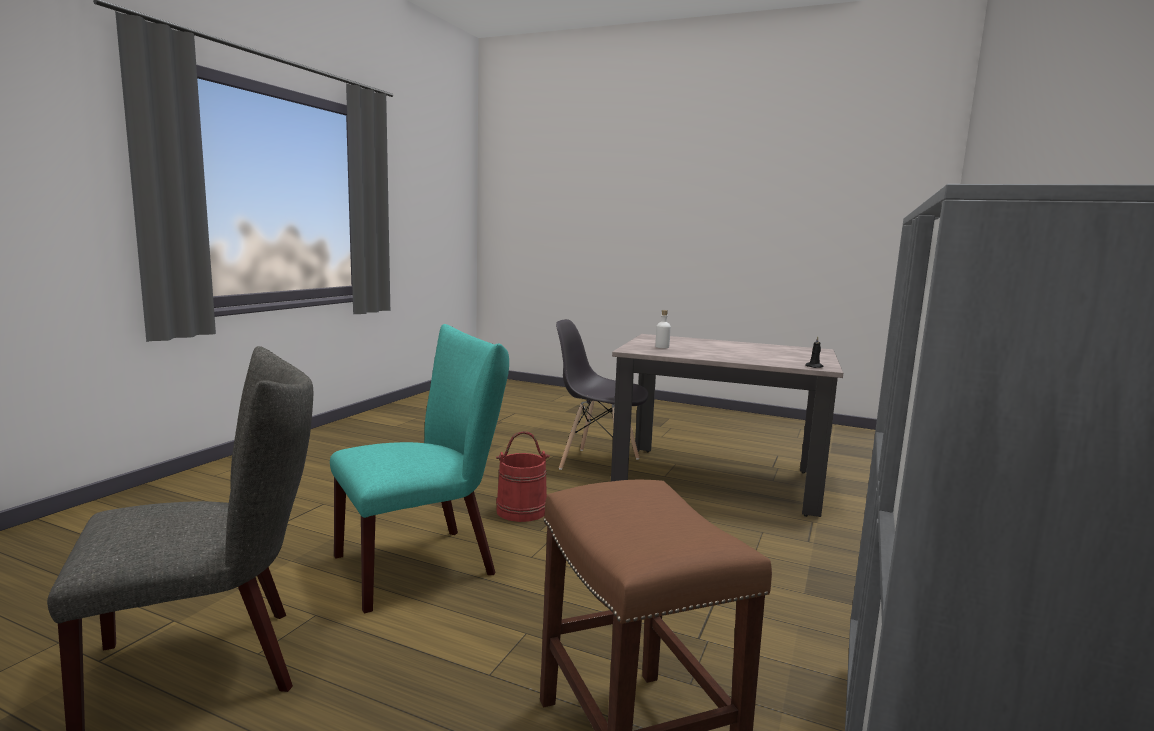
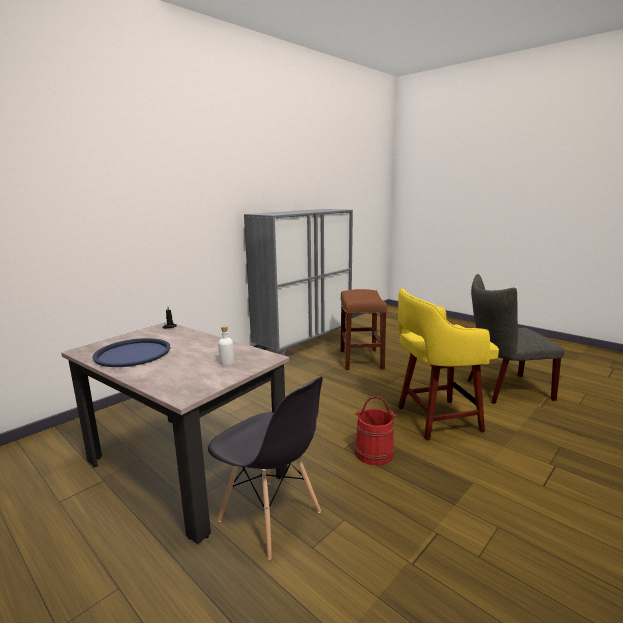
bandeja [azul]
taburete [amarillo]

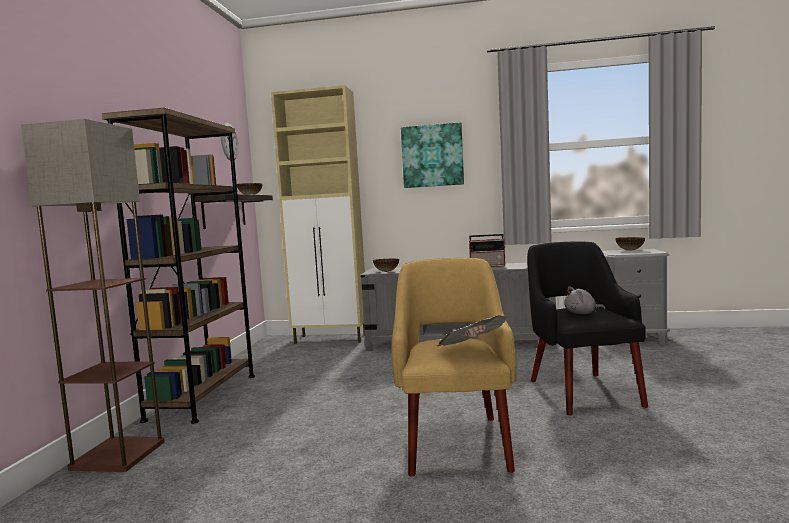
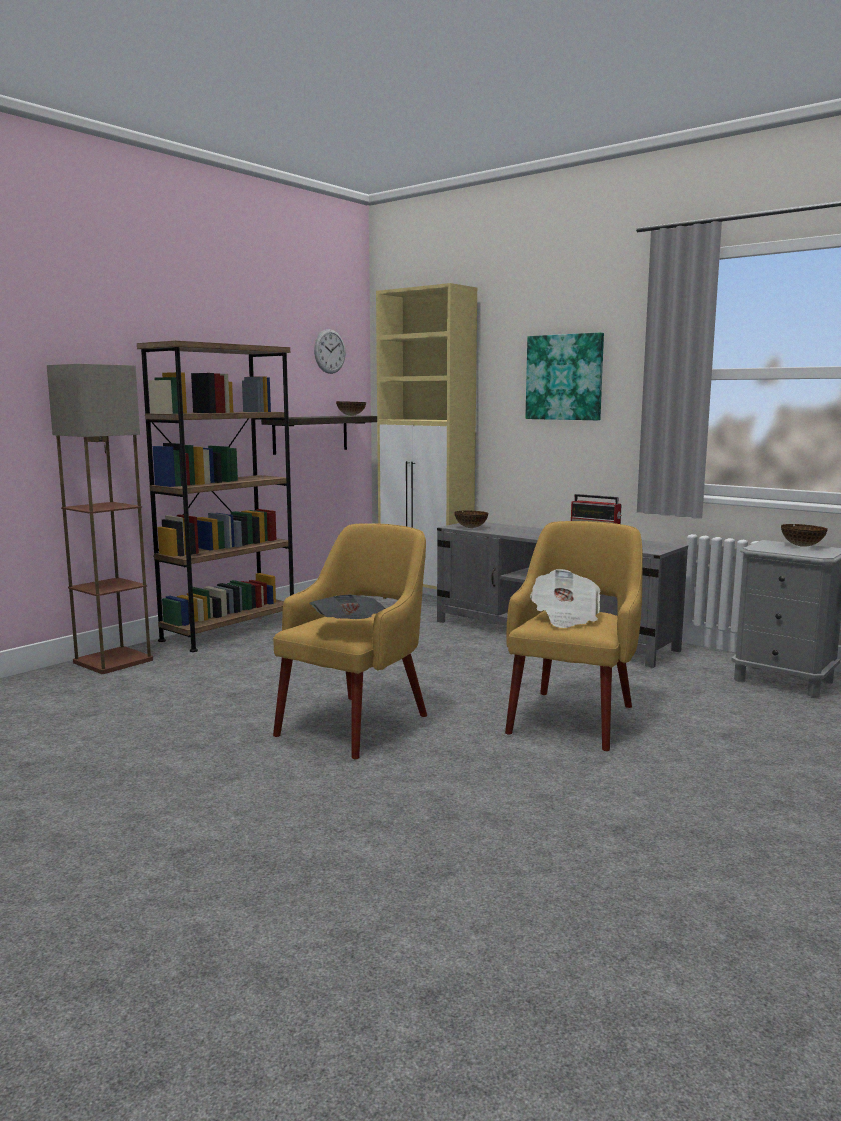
sillón [amarillo] (2nd from left)
periódico (2nd from left)

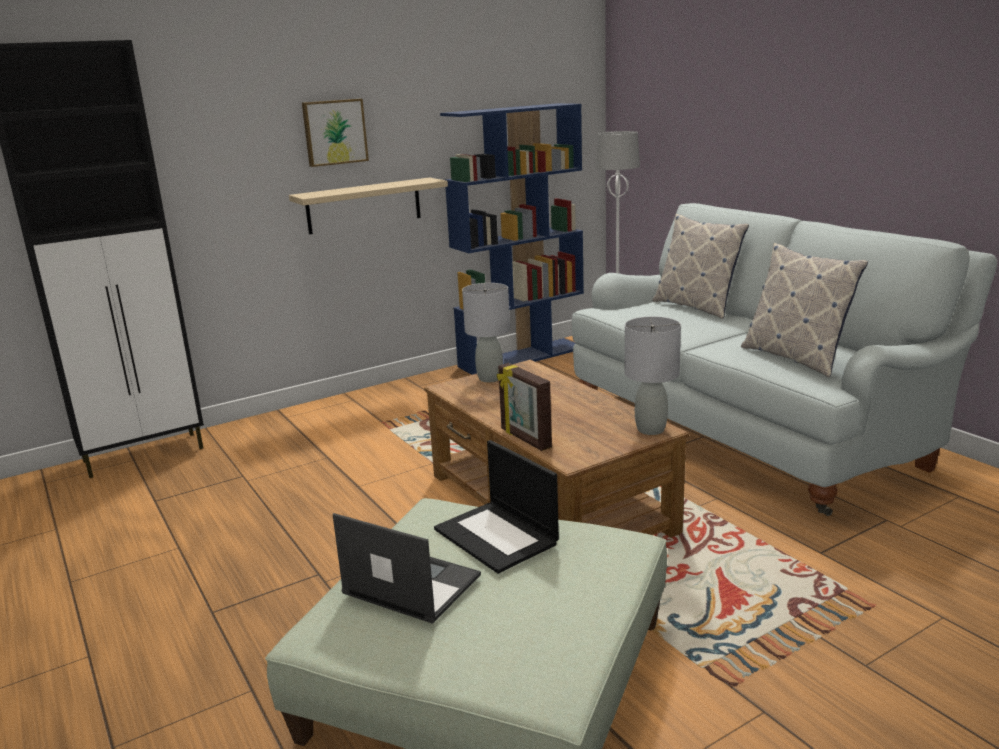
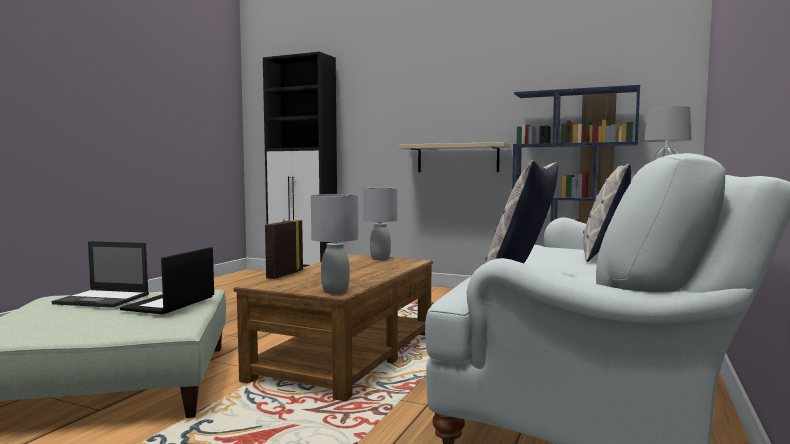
portátil (1st from left)
cuadro

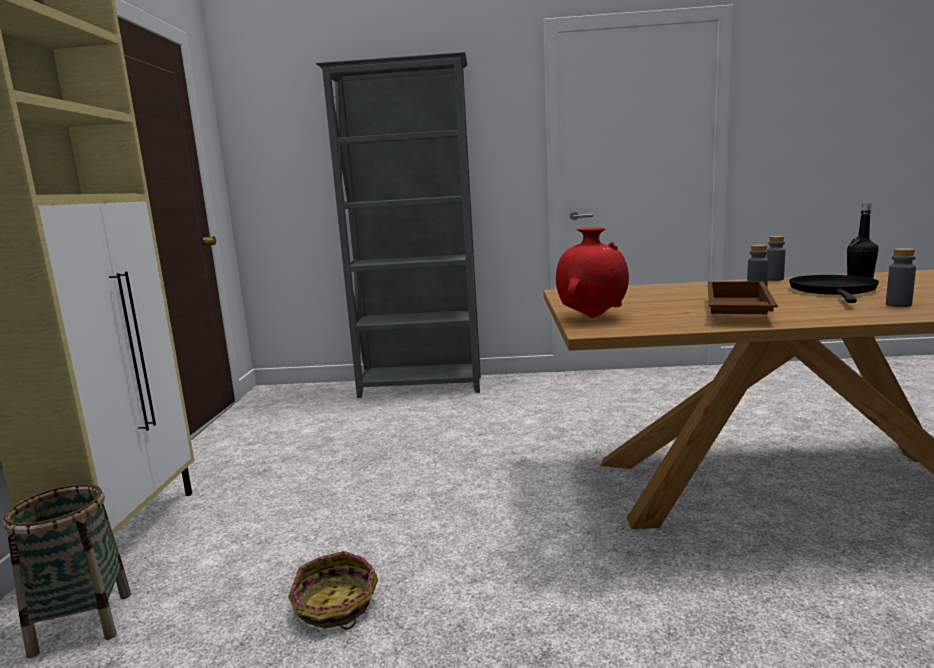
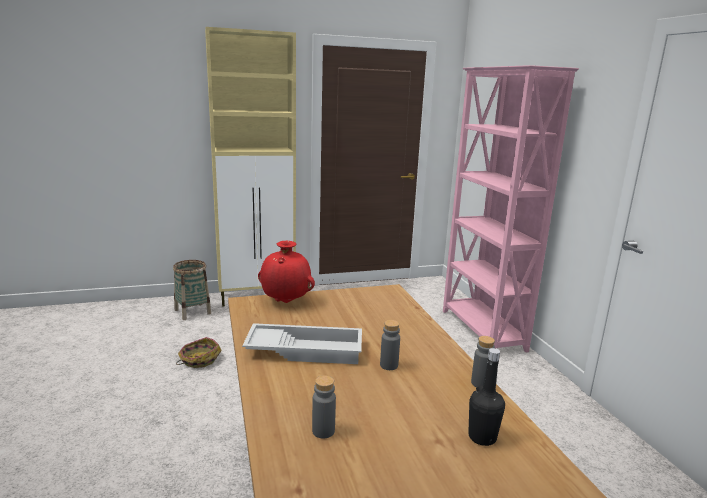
bandeja [blanco]
estantería [rosa]
sartén [negro]

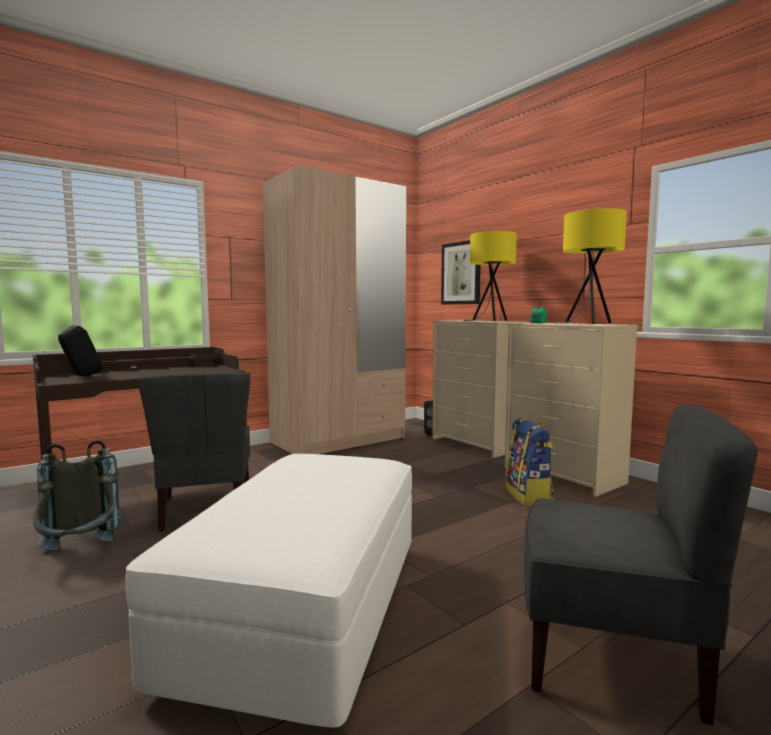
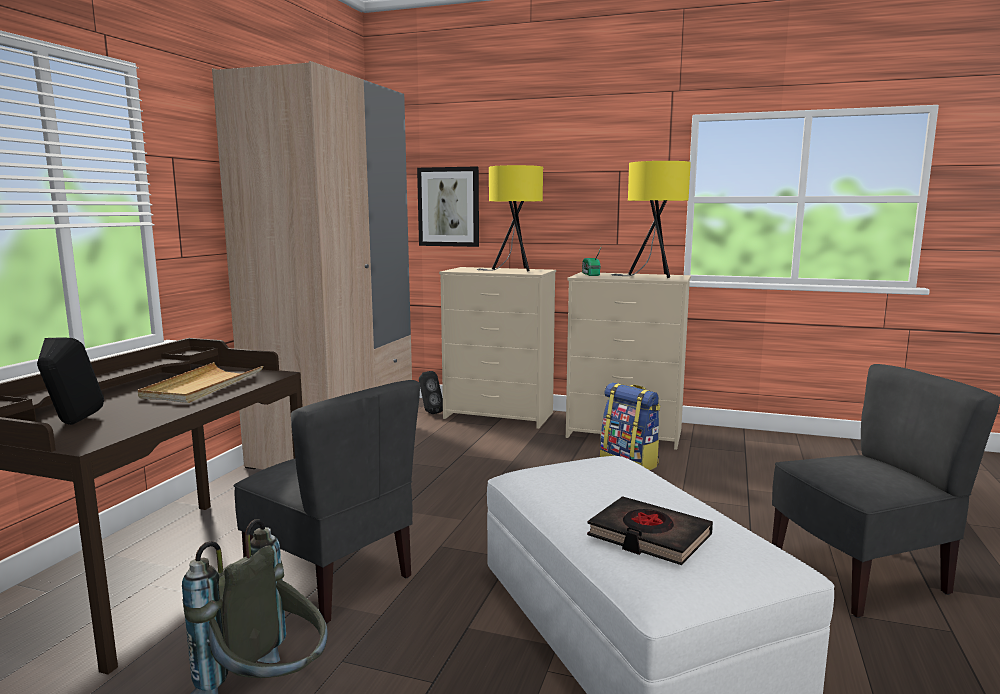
bandeja [beis]
libro [negro]

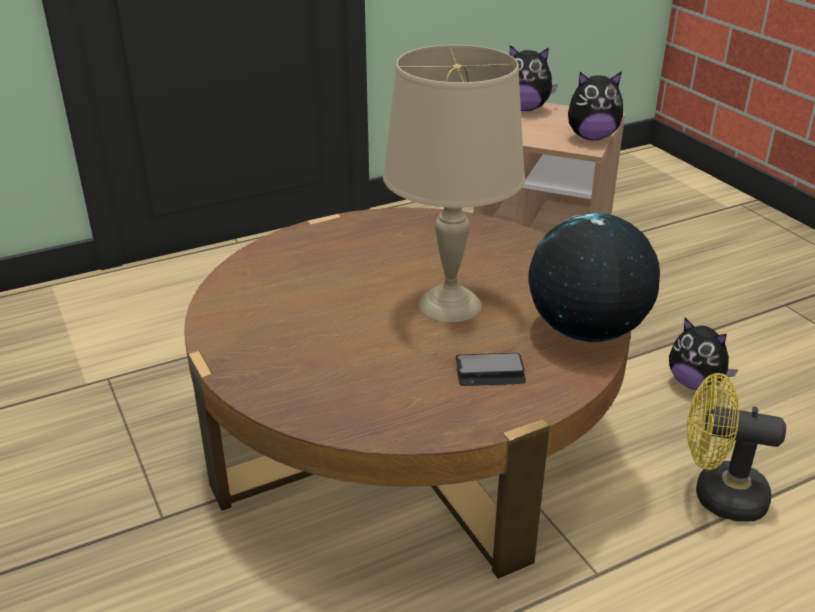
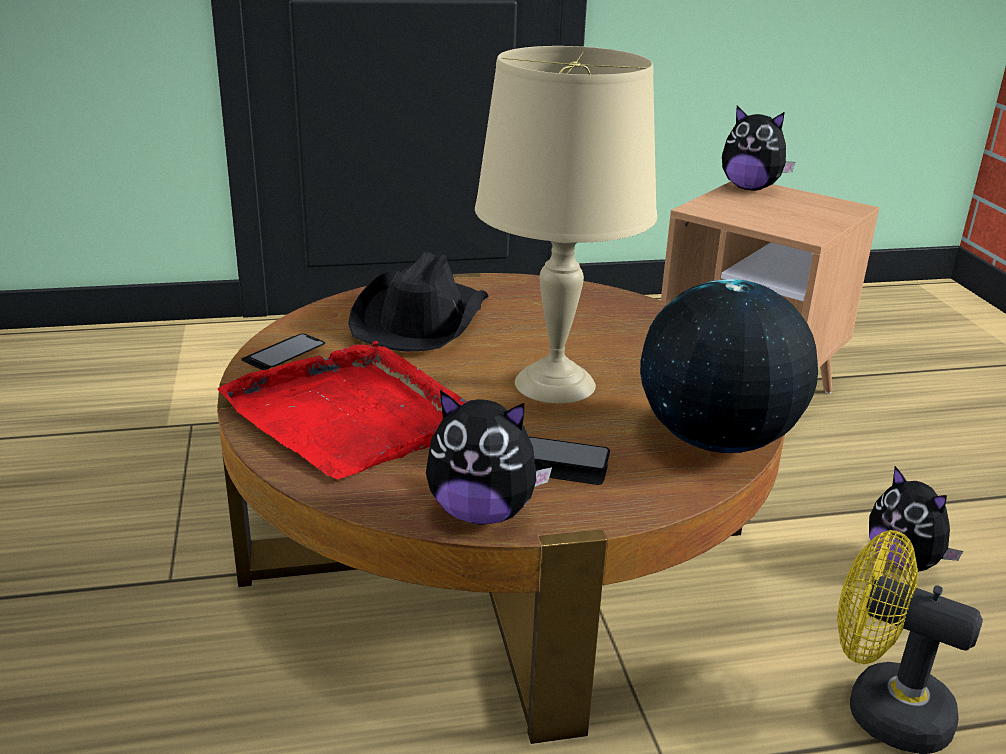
bandeja [rojo]
móvil (1st from left)
sombrero [negro]
peluche (1st from left)

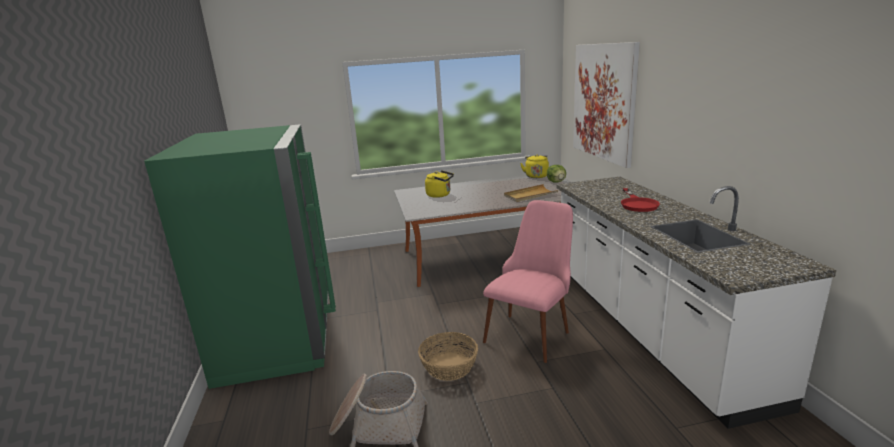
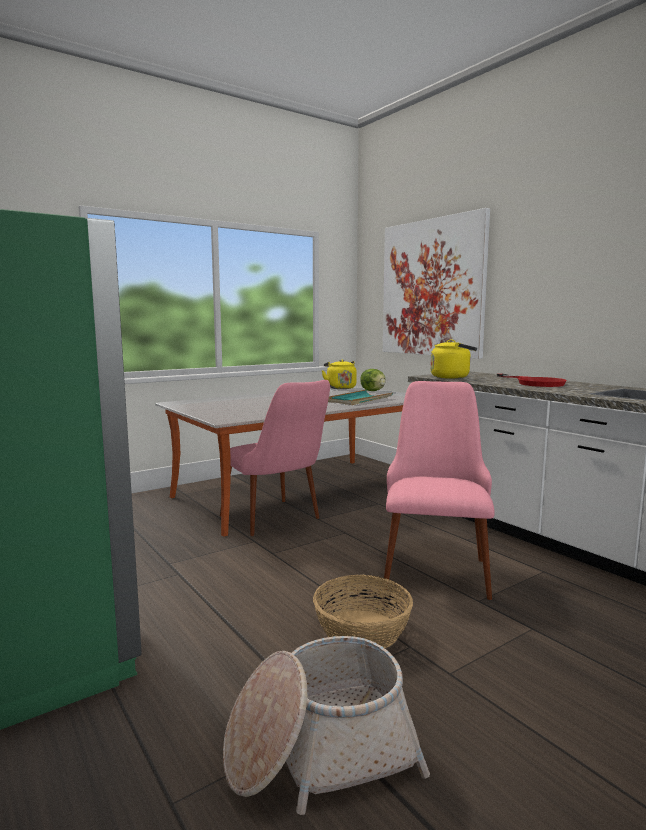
silla [rosa] (1st from left)
bandeja [turquesa]
hervidor [amarillo] (2nd from left)

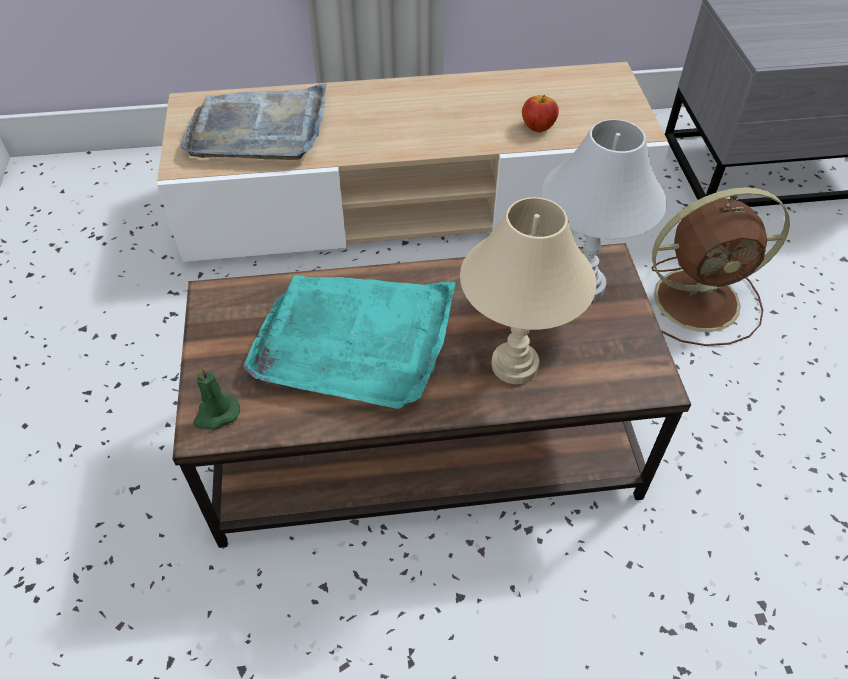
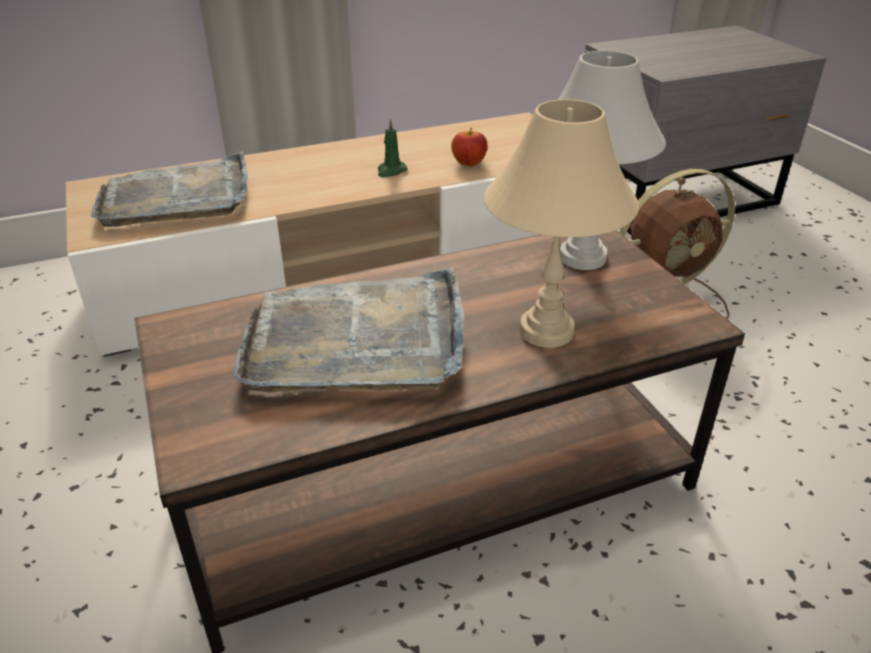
bandeja [gris] (2nd from left)
vela [verde]

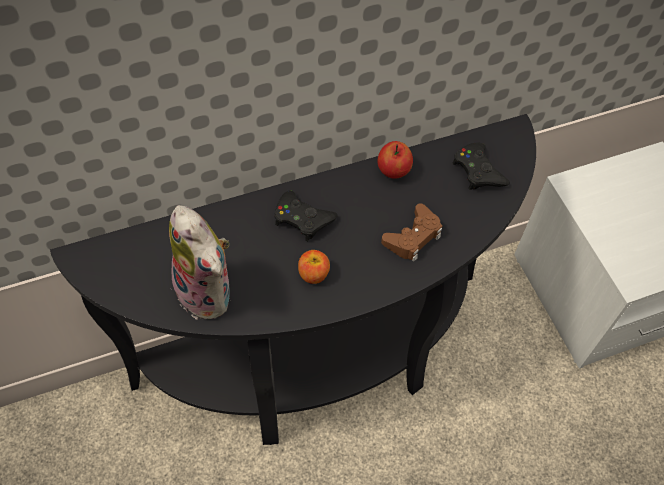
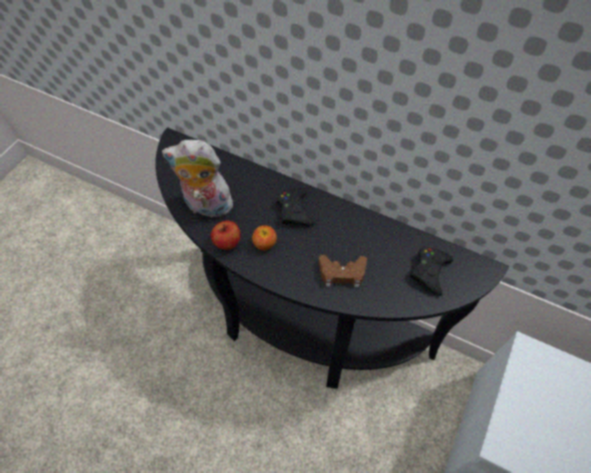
peluche
manzana (1st from left)

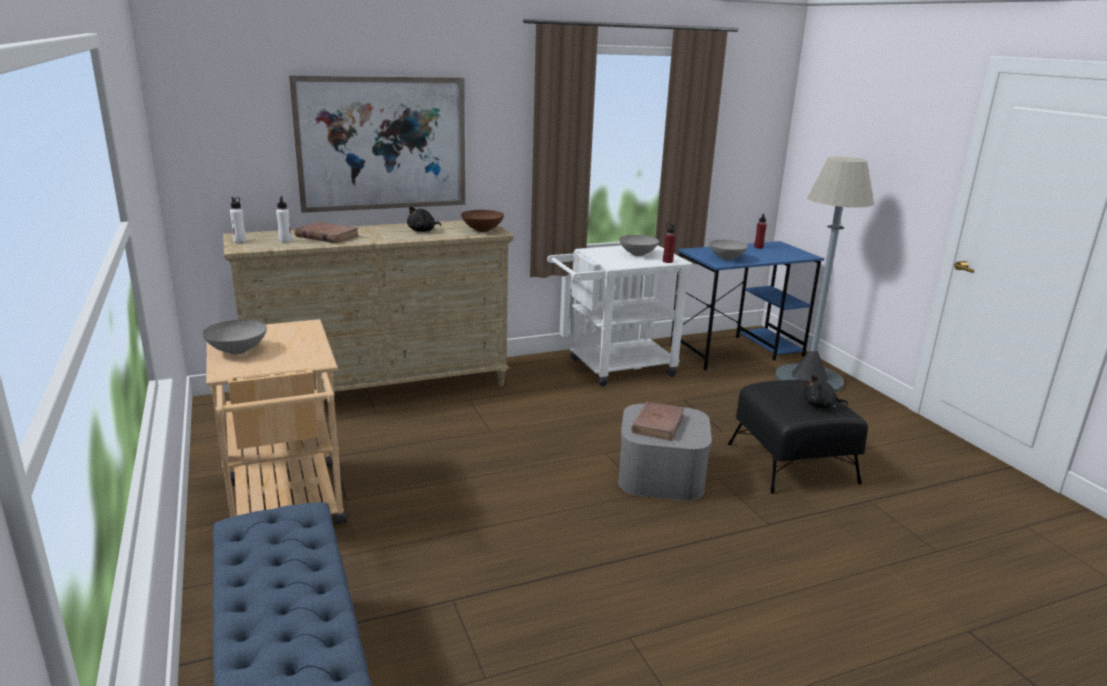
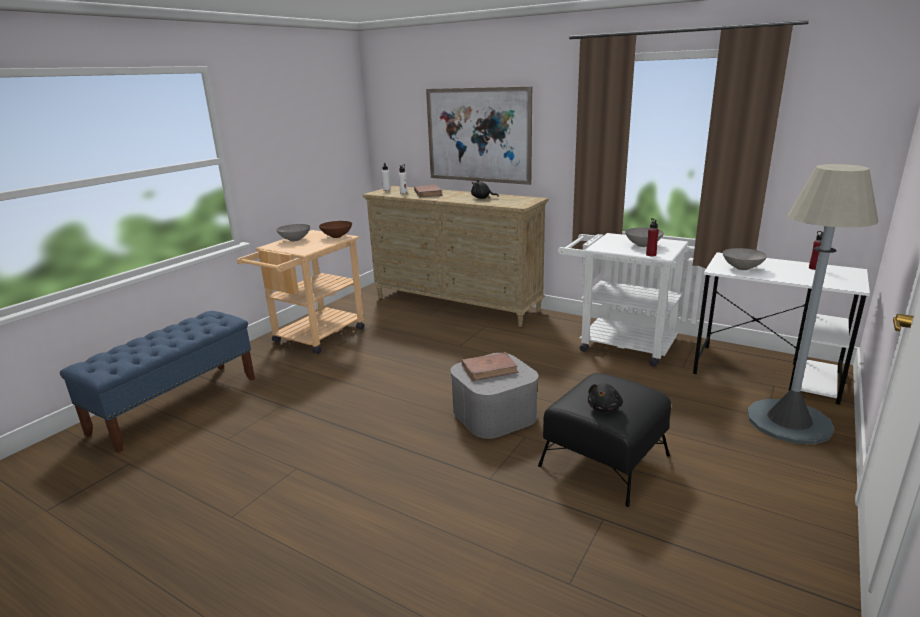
cuenco [marrón]
peluche [negro] (2nd from left)
escritorio [blanco]

